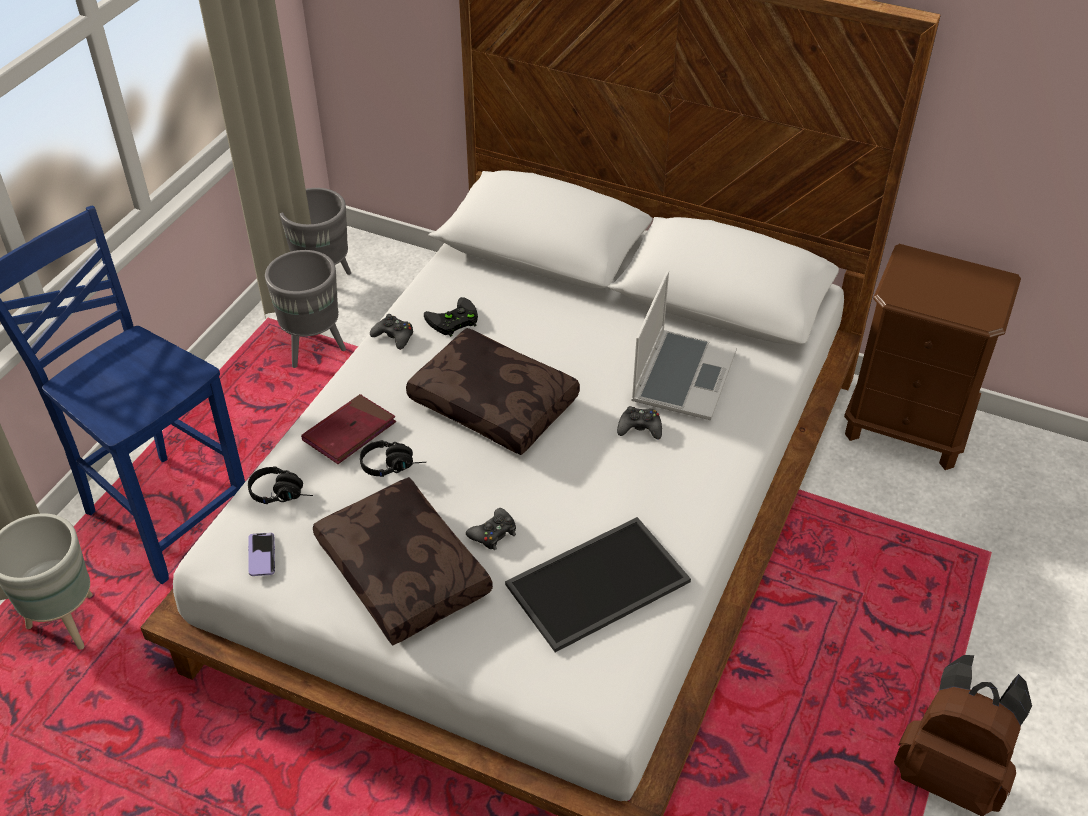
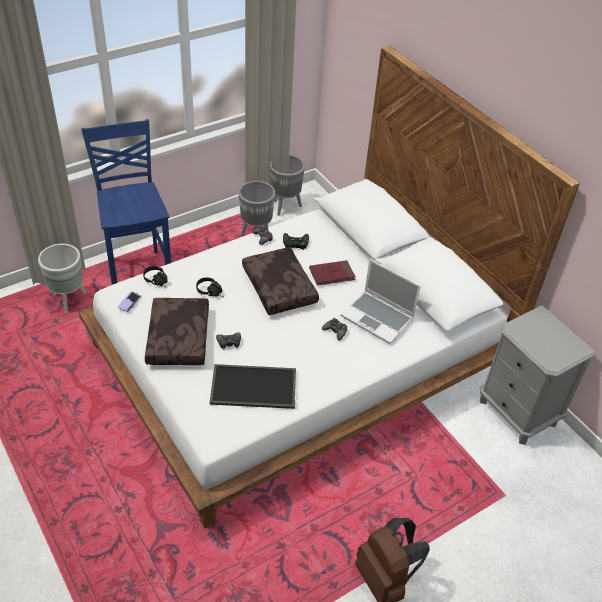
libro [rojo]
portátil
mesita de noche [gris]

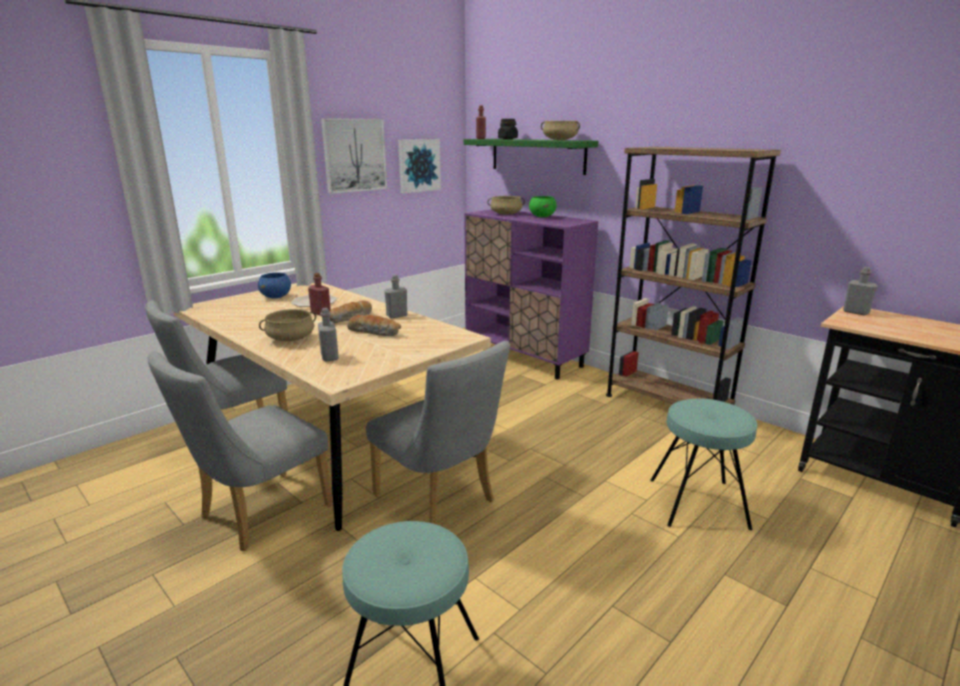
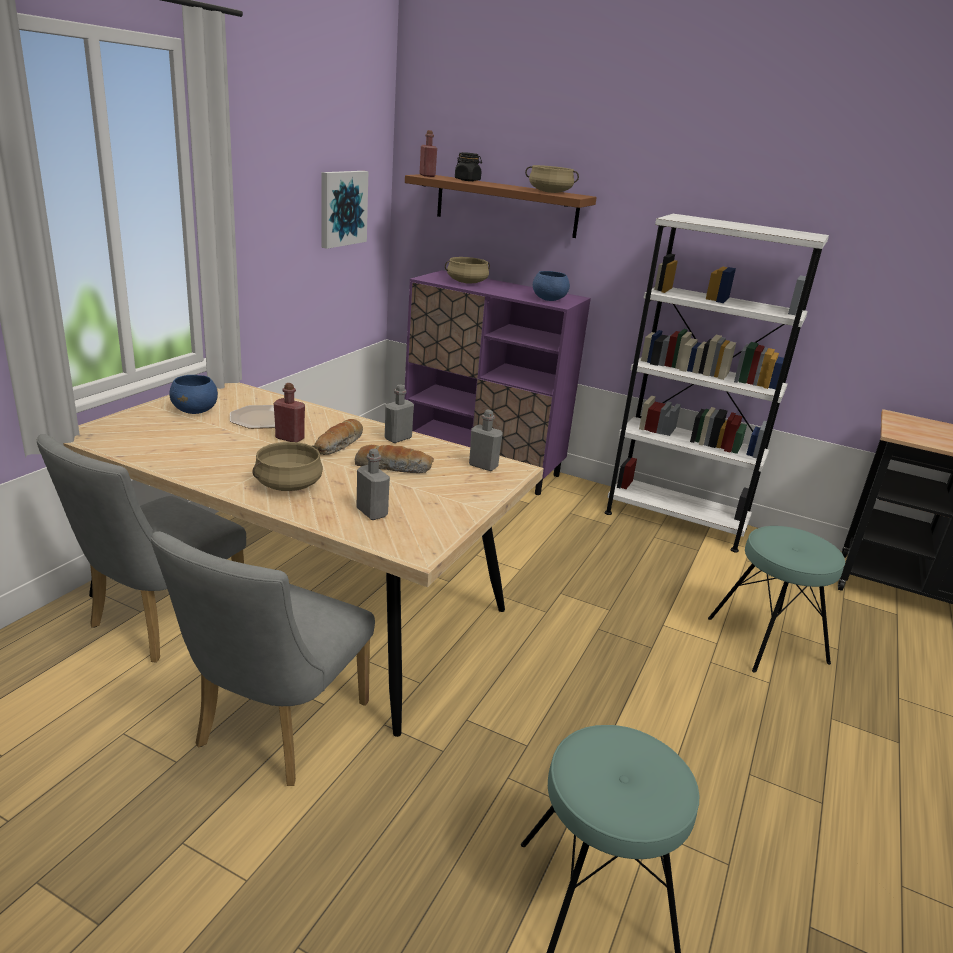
estante [marrón]
botella [gris] (3rd from left)
cuenco [azul] (2nd from left)
estantería [blanco]
cuadro (1st from left in the first image)
silla [gris] (3rd from left in the first image)
cuenco [verde]

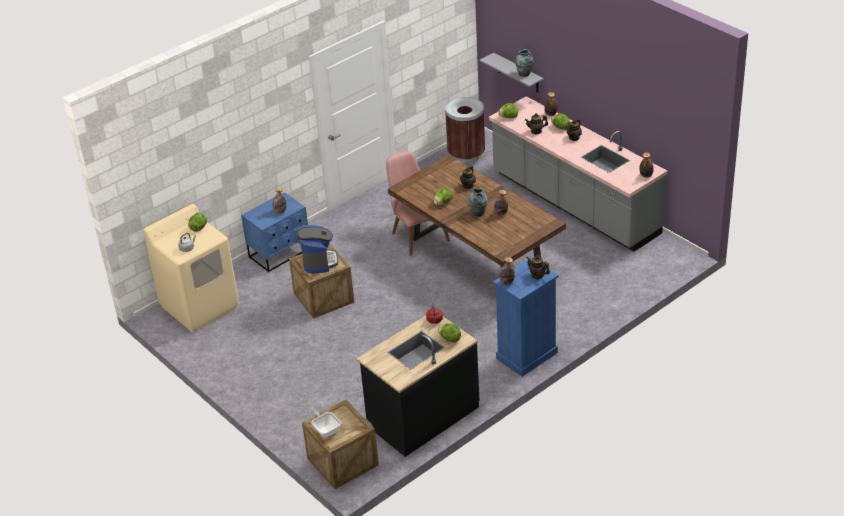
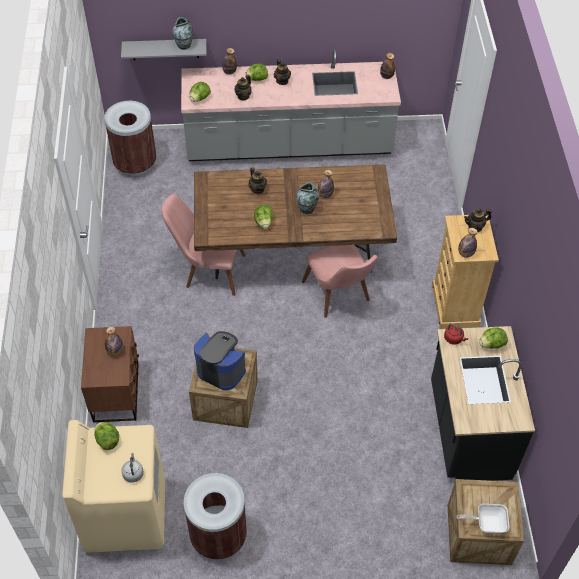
mesita de noche [marrón]
papelera [marrón] (2nd from left)
silla [rosa] (2nd from left)
cómoda [beis]

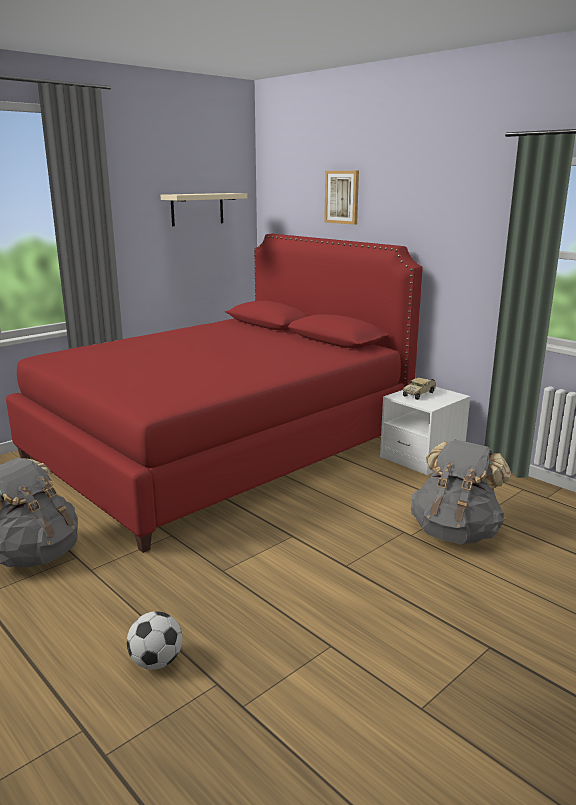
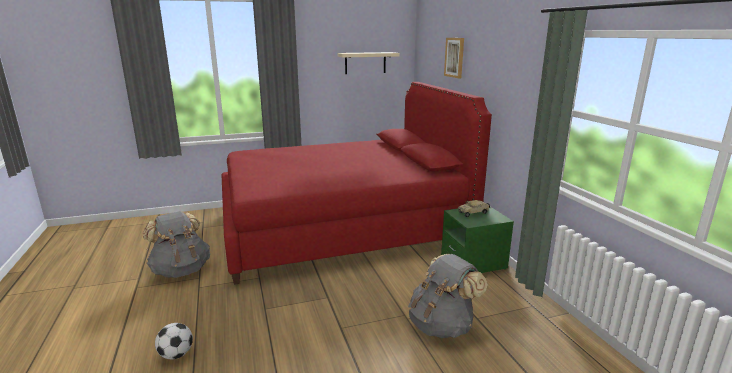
mesita de noche [verde]

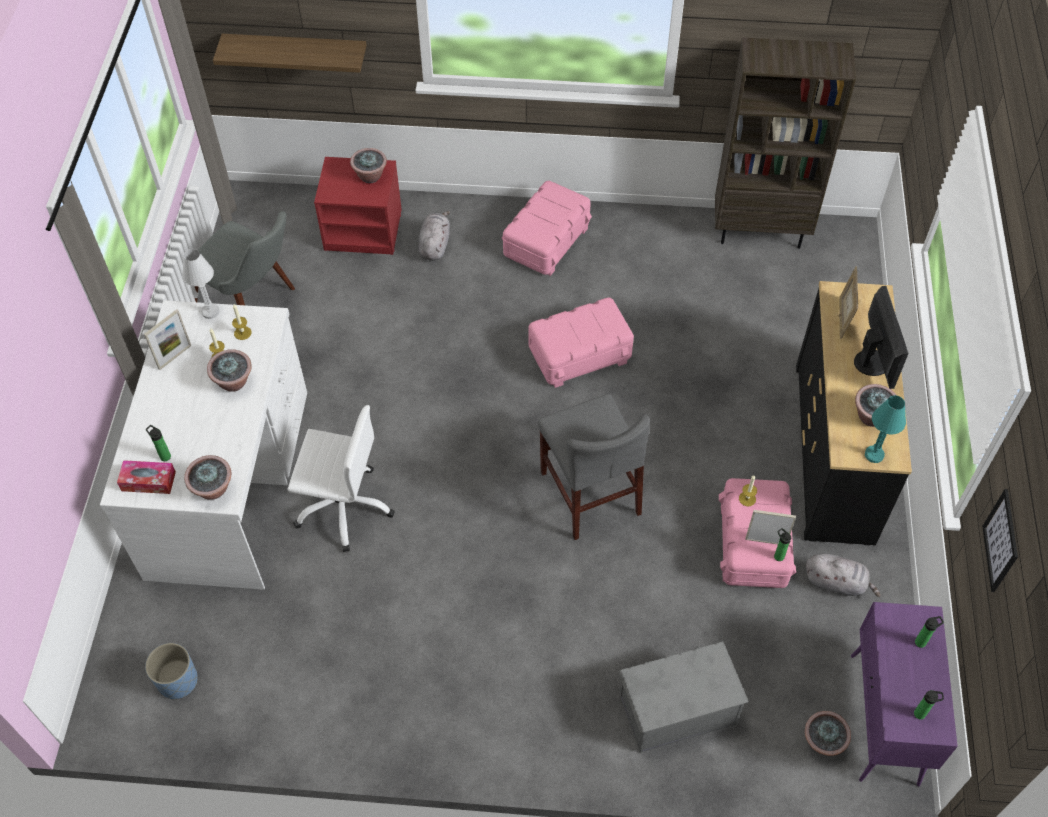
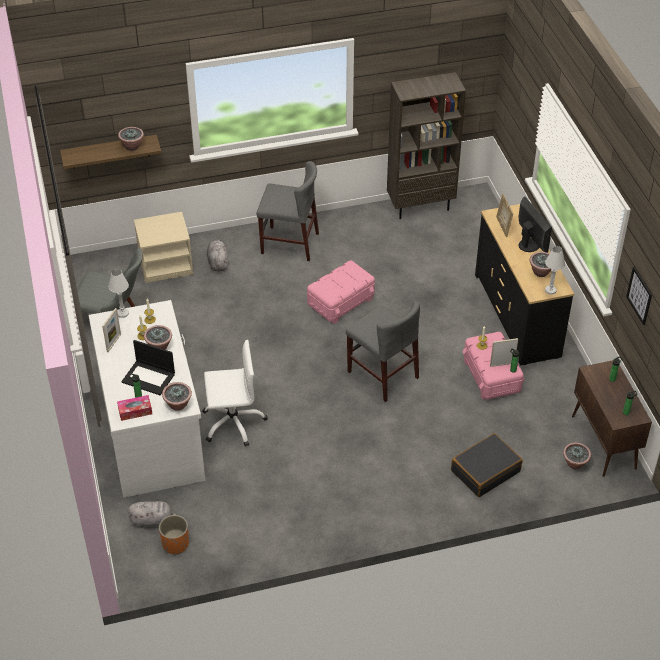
planta en maceta (1st from left)
portátil
peluche [gris] (1st from left)
mesita de noche [beis]
maceta [naranja]
silla [gris] (2nd from left)
maleta [negro]
lámpara de mesa [blanco] (2nd from left)
armario [marrón]

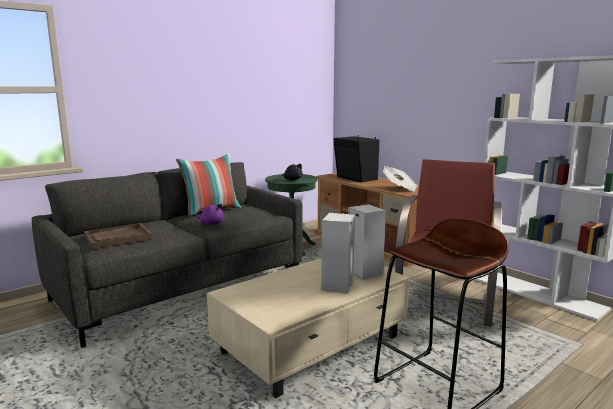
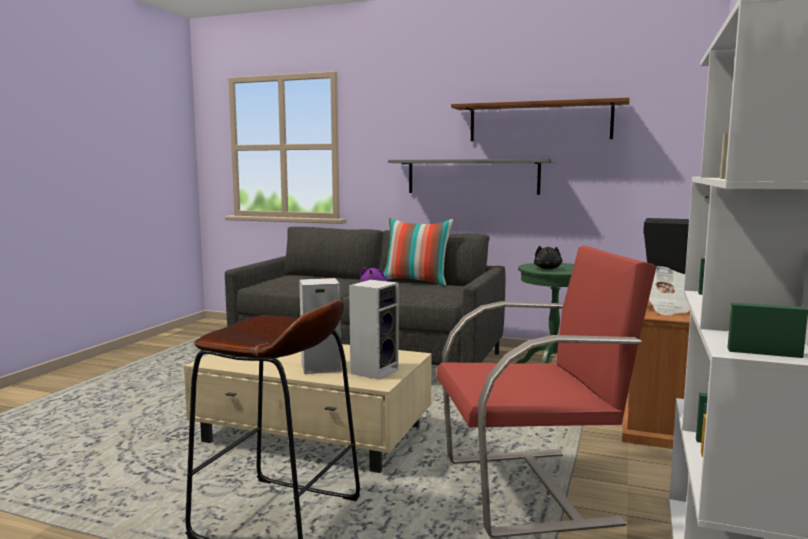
estante [gris]
estante [marrón]
bandeja [marrón]

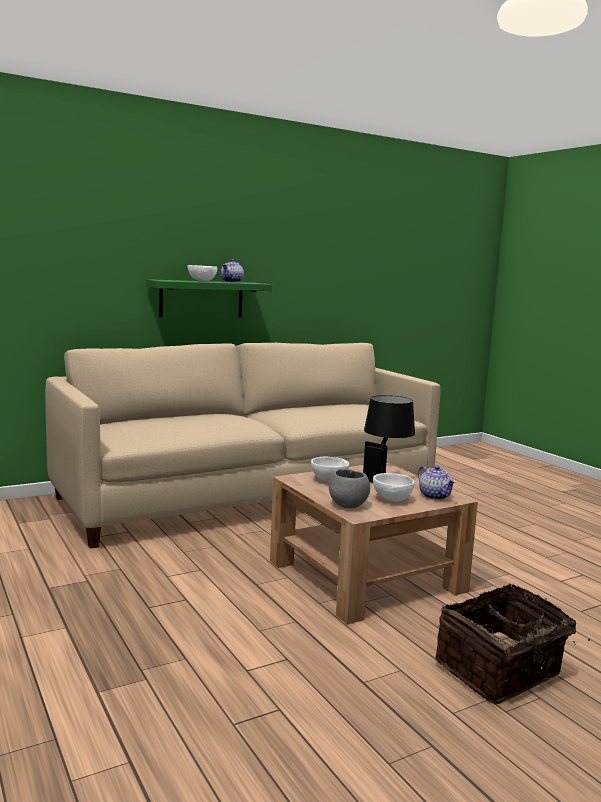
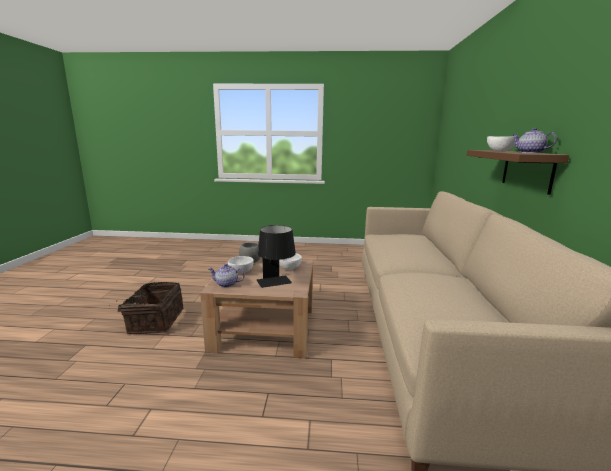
estante [marrón]

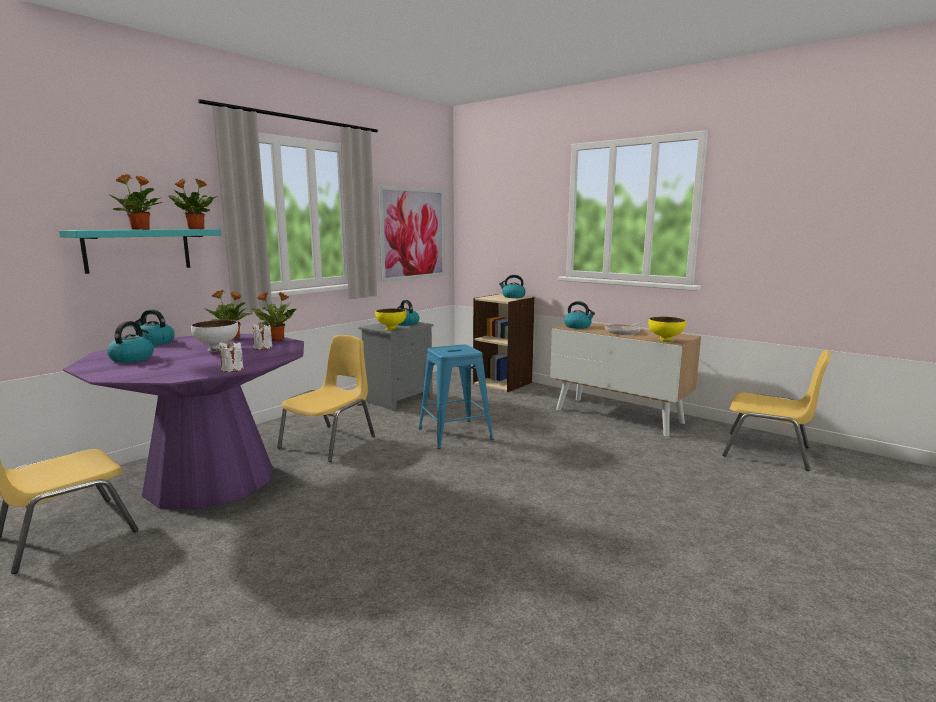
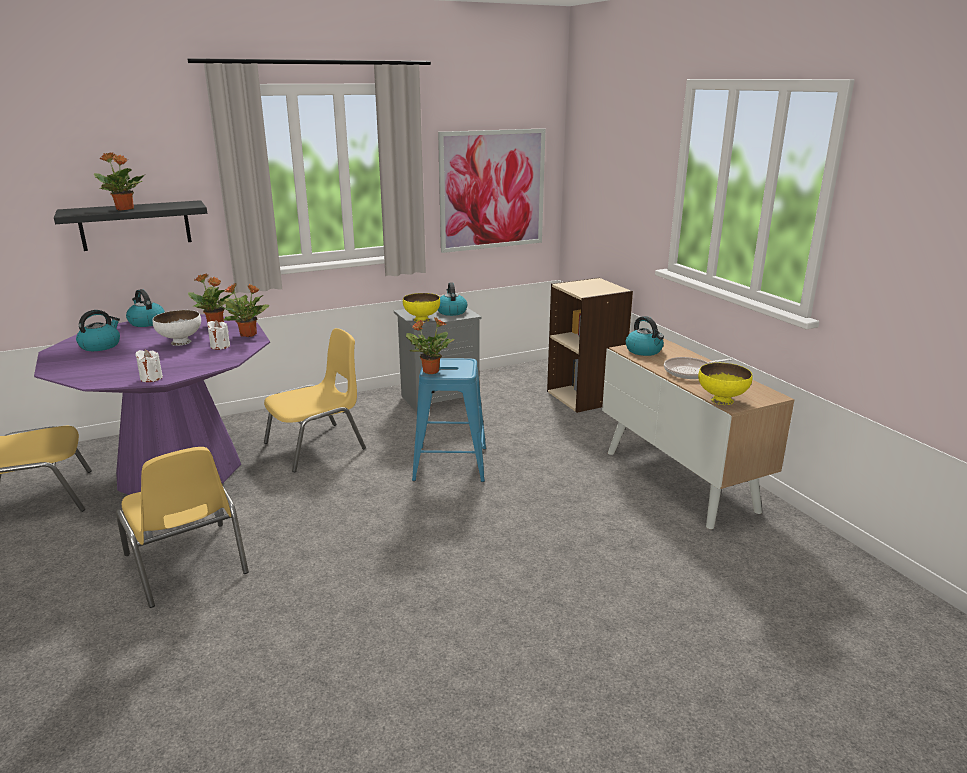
estante [negro]
silla [amarillo] (2nd from left)
planta en maceta (4th from left)
hervidor (4th from left in the first image)

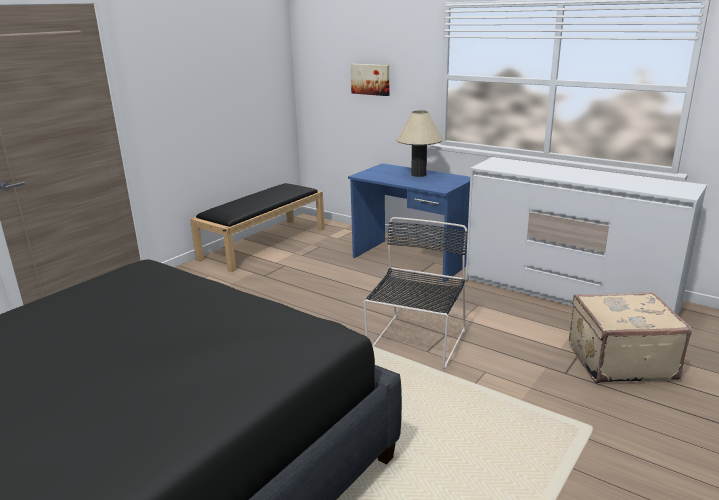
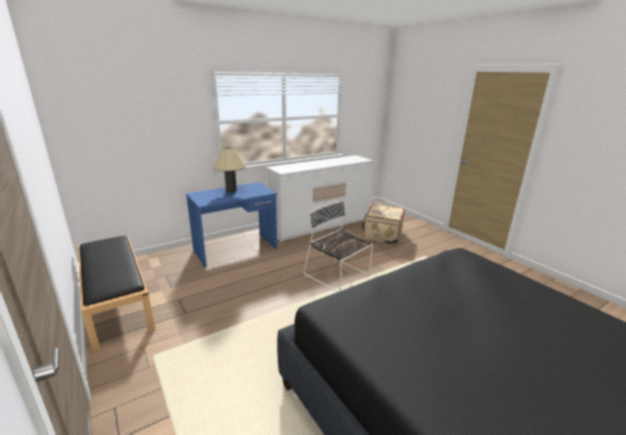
cuadro

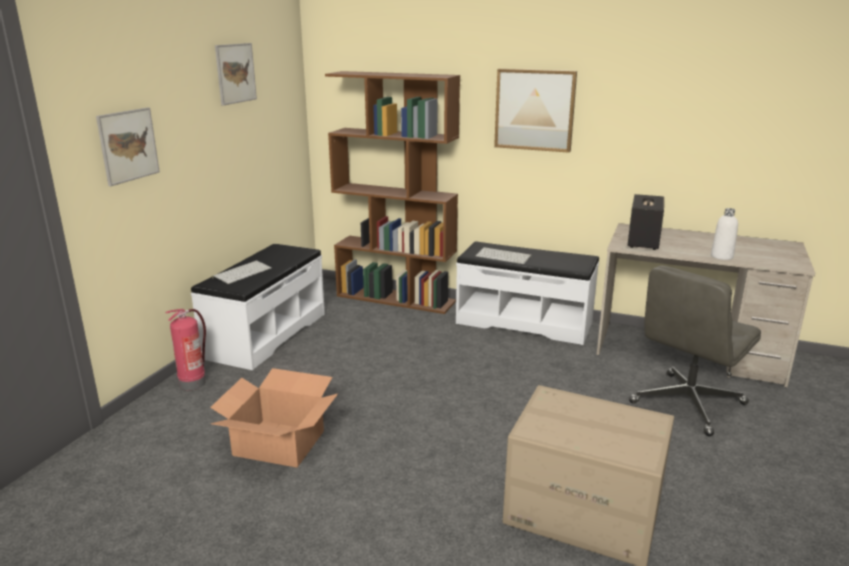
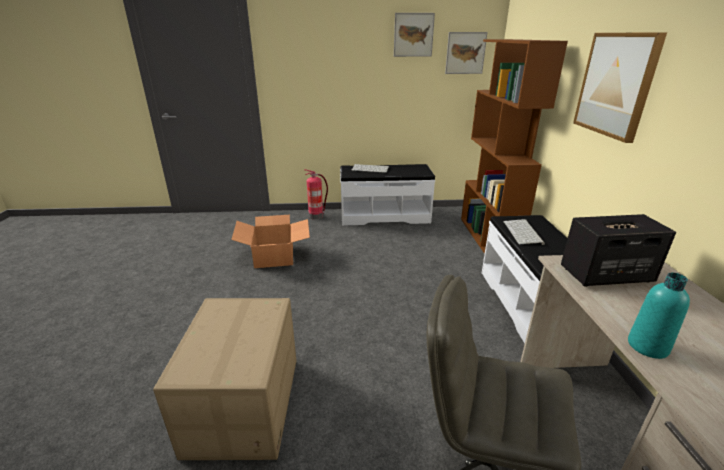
cuadro (2nd from left)
botella [turquesa]

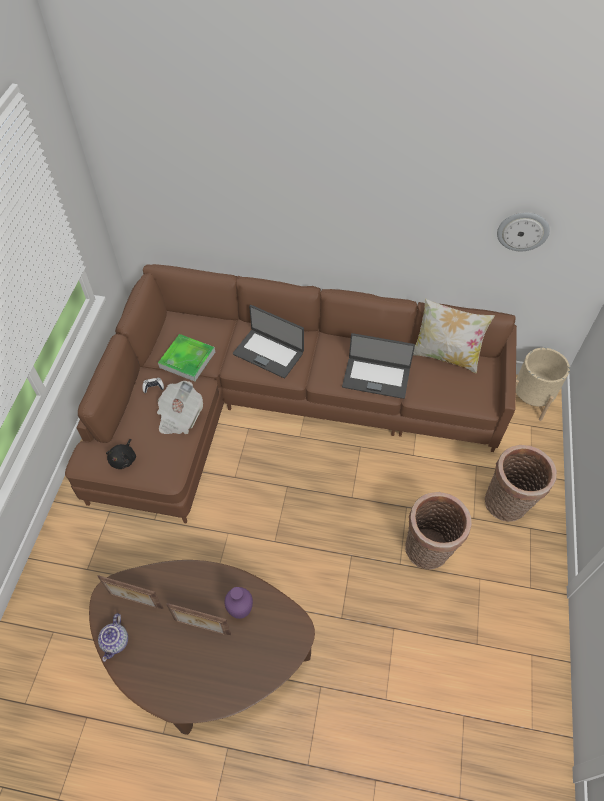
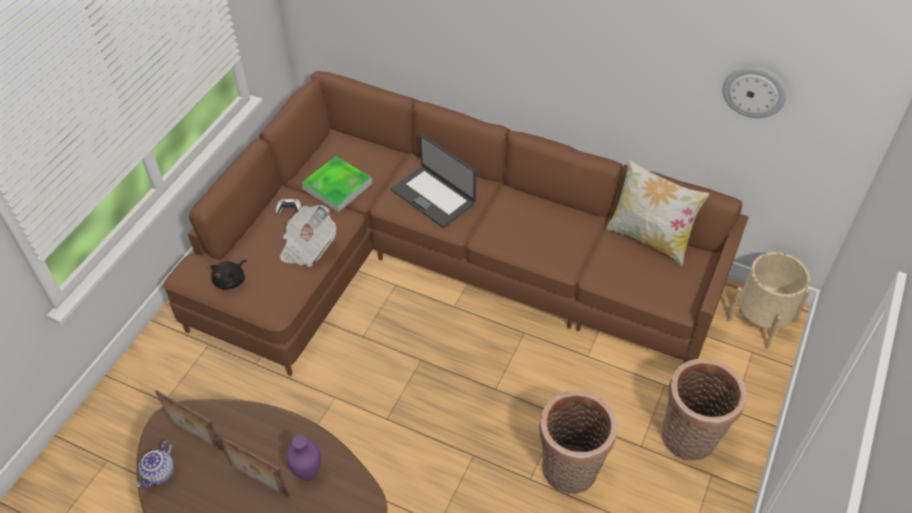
portátil (2nd from left in the first image)

